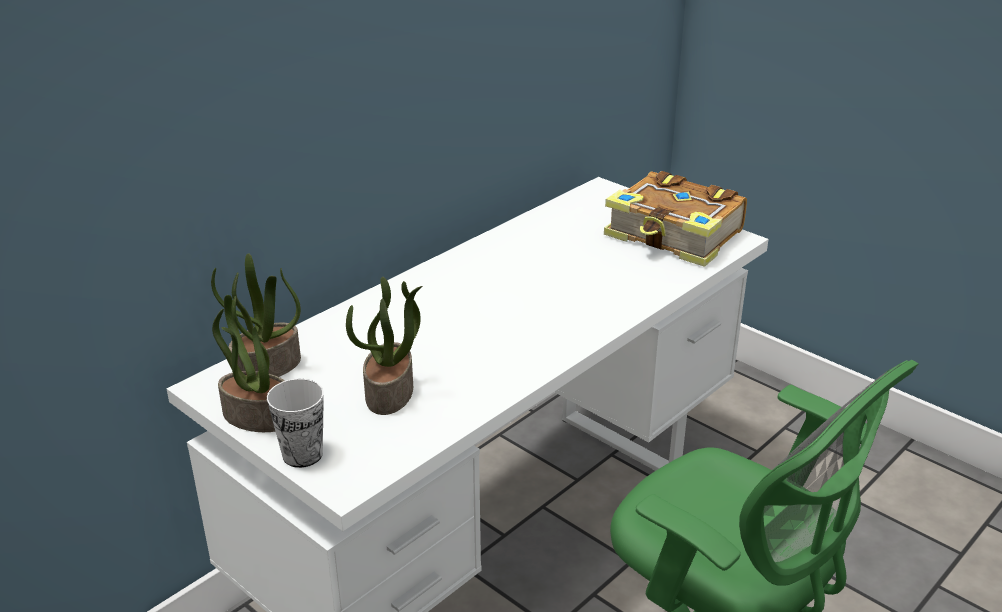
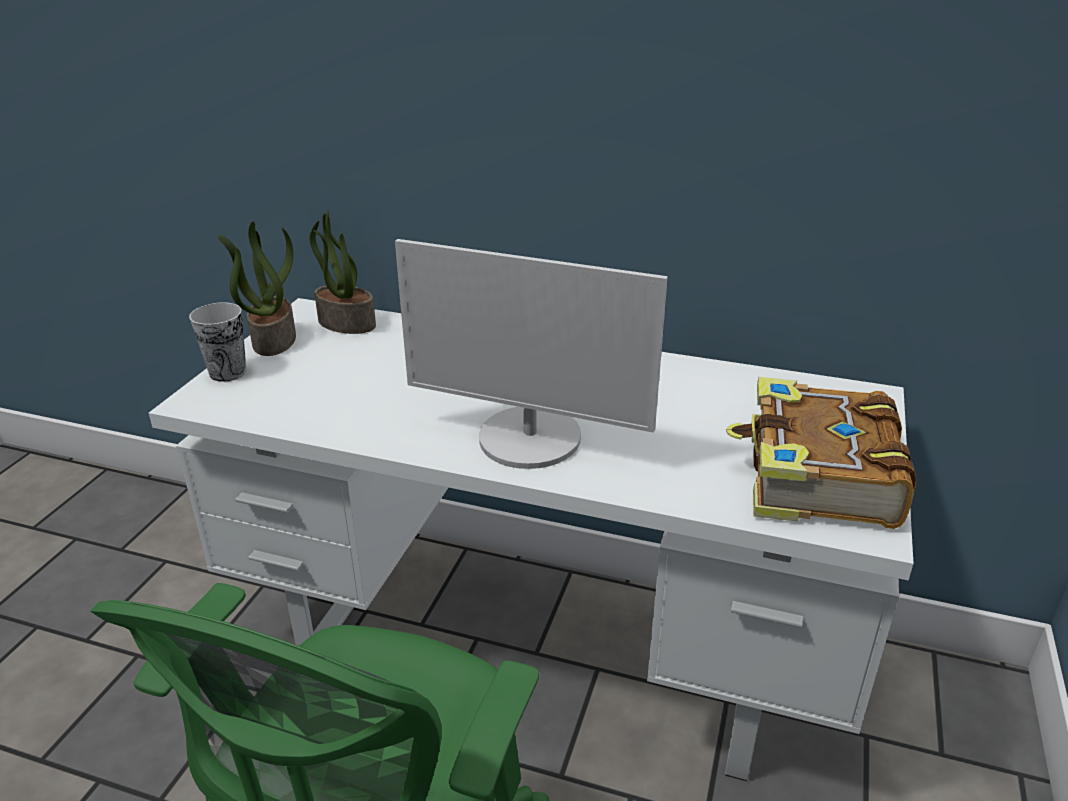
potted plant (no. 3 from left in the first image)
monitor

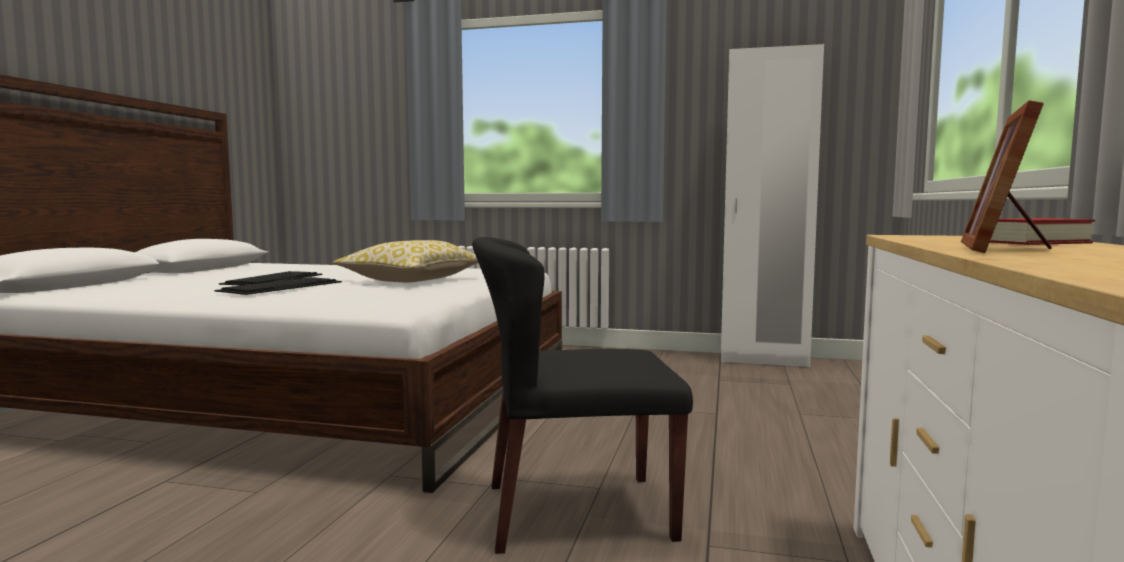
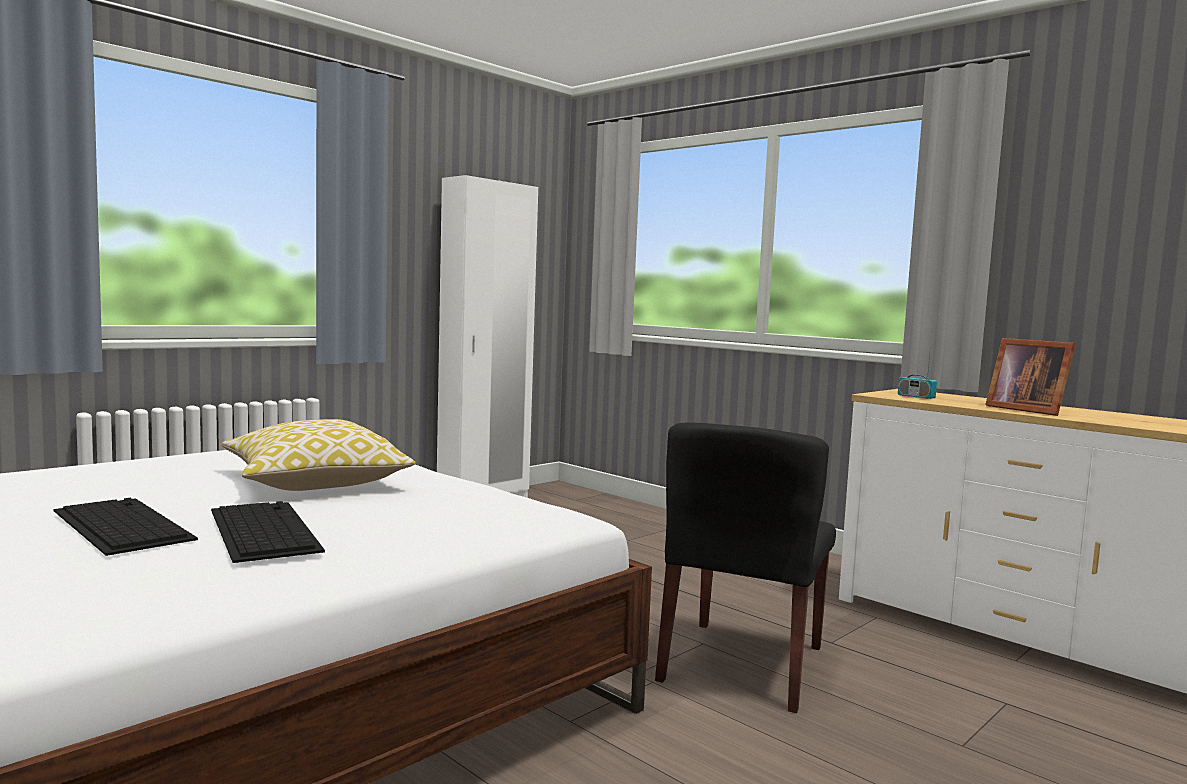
bound book
radio set

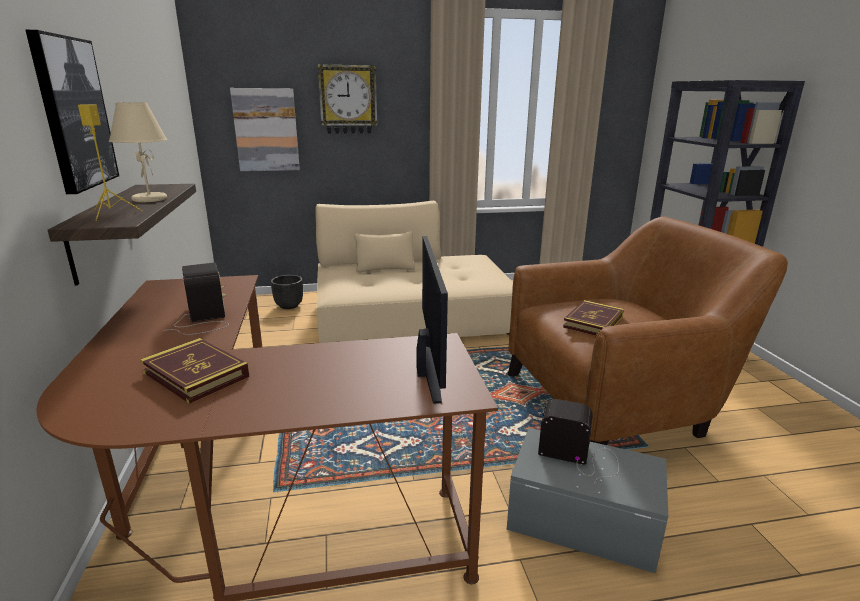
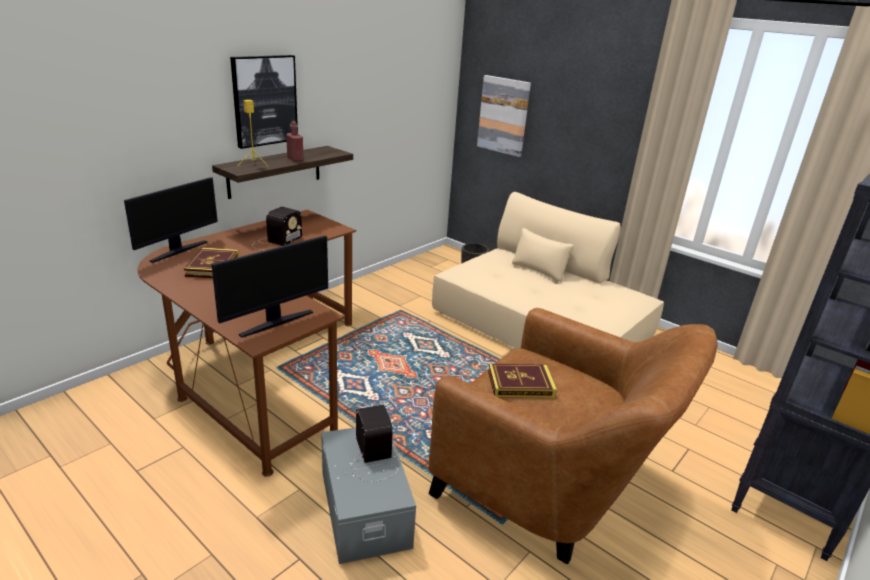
reddish beverage bottle
clock on the wall
monitor (no. 1 from left)

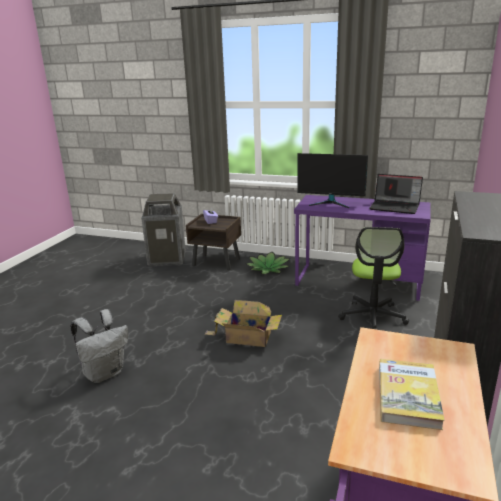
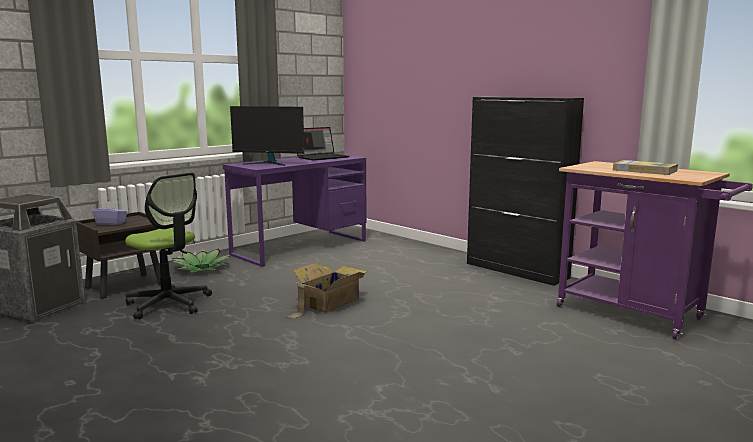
grey rucksack
monitor
desk chair

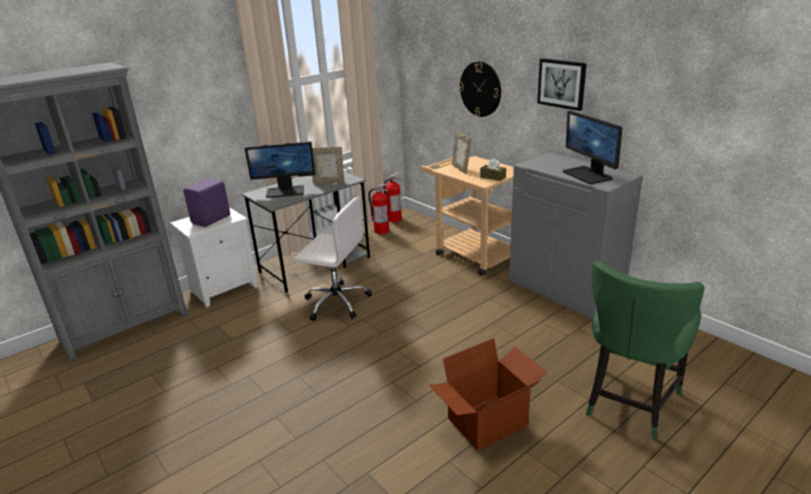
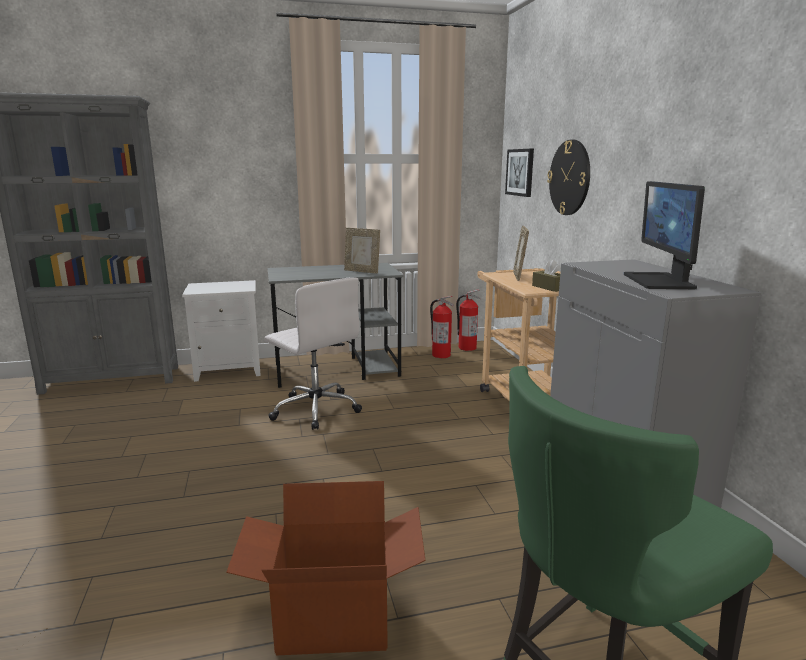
purple loudspeaker
monitor (no. 1 from left in the first image)
wall picture

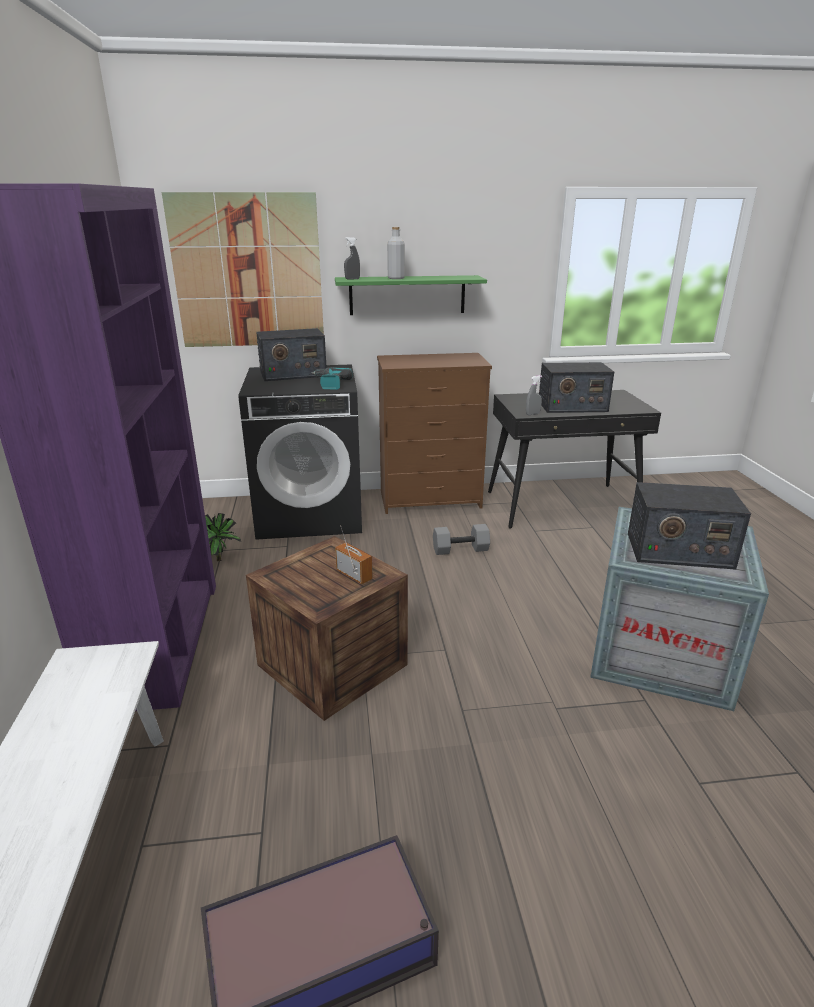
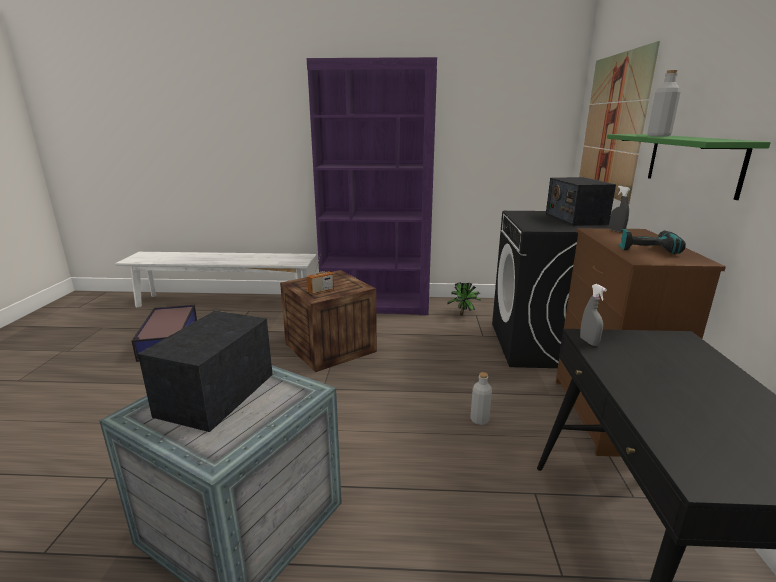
power drill
grey sprayer (no. 2 from left)
grey beverage bottle (no. 1 from left)
radio set (no. 3 from left in the first image)

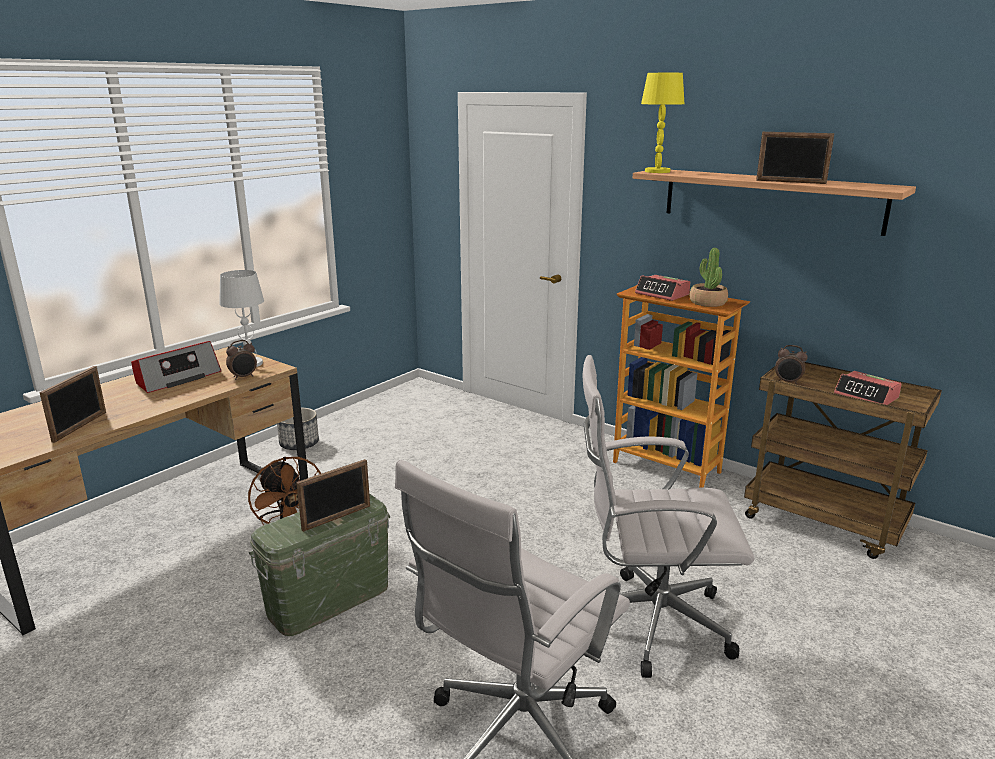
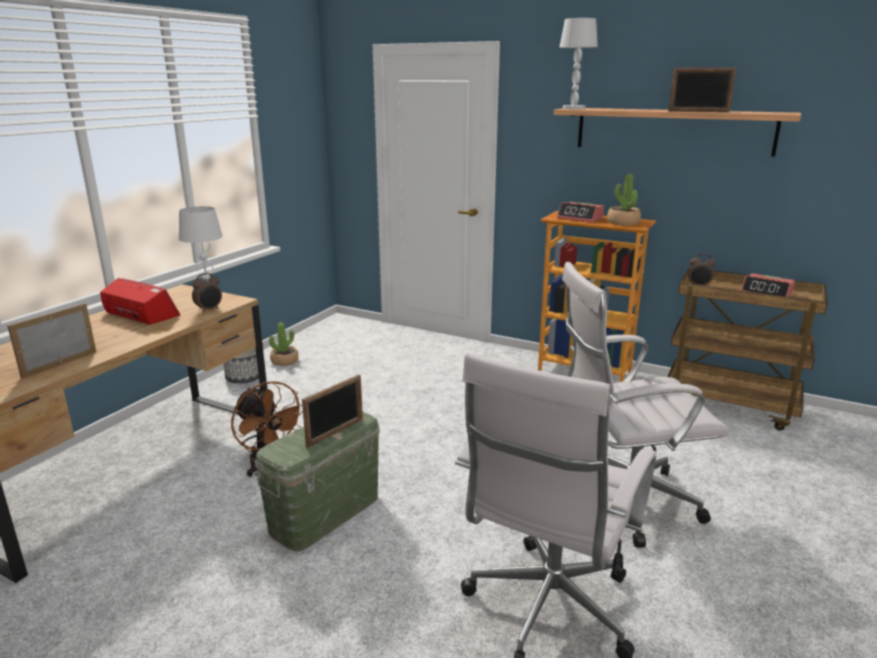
photo frame (no. 1 from left)
radio set
white-coloured tabletop lamp (no. 2 from left)
potted plant (no. 1 from left)

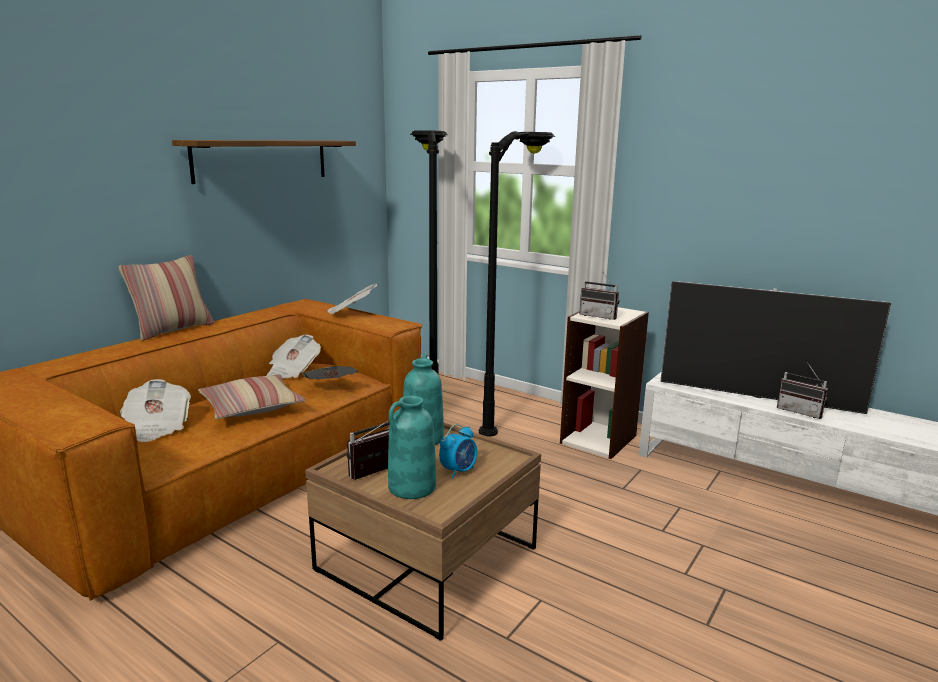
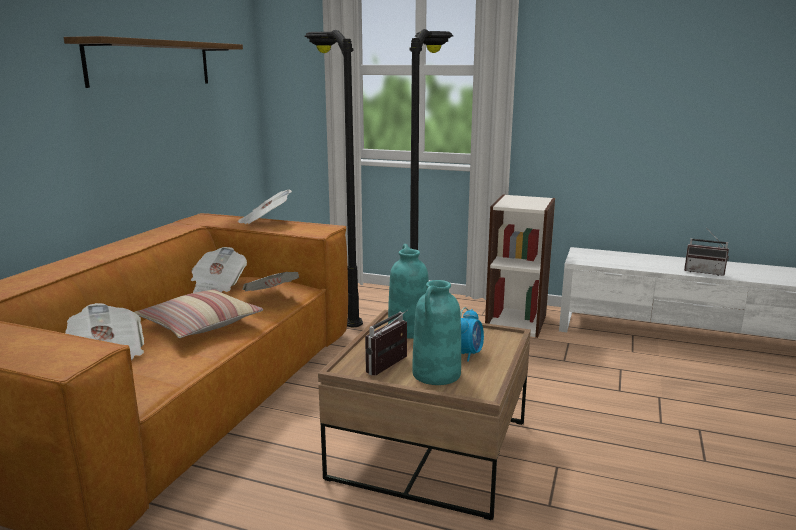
pillow (no. 1 from left in the first image)
radio set (no. 2 from left in the first image)
television

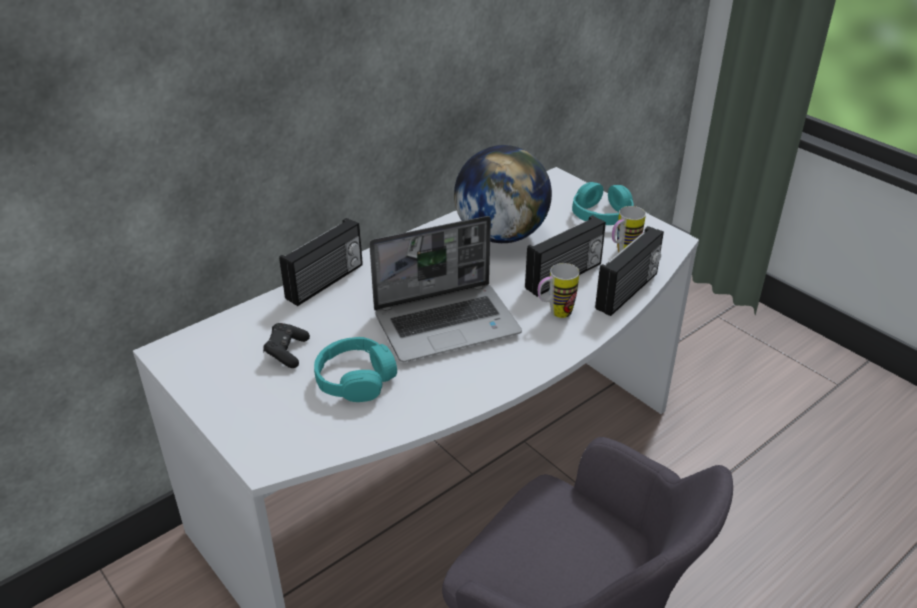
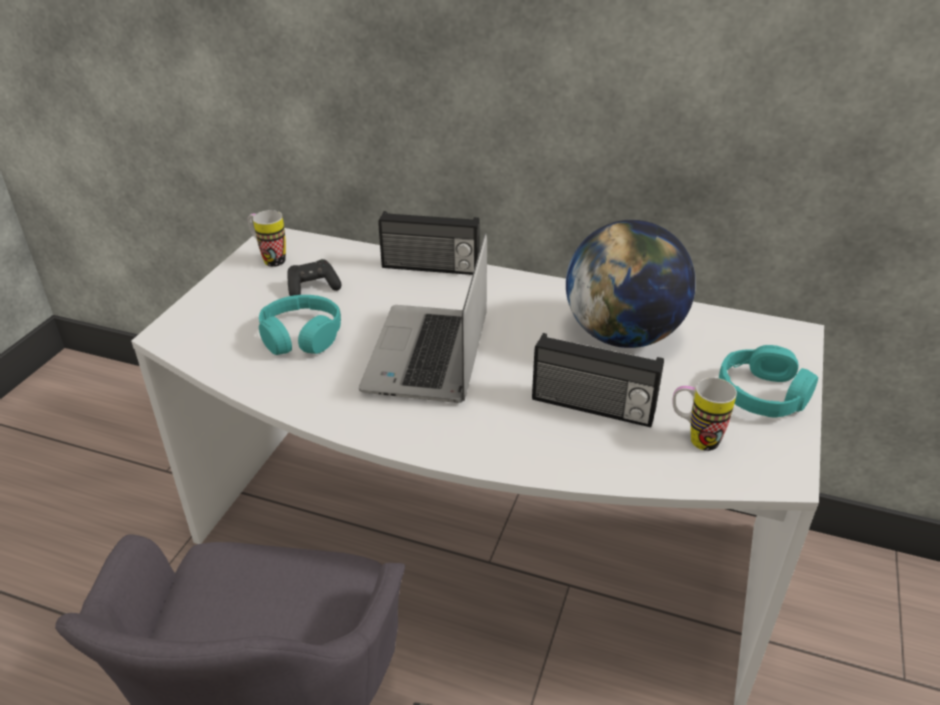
portable computer
mug (no. 1 from left)
radio set (no. 3 from left in the first image)

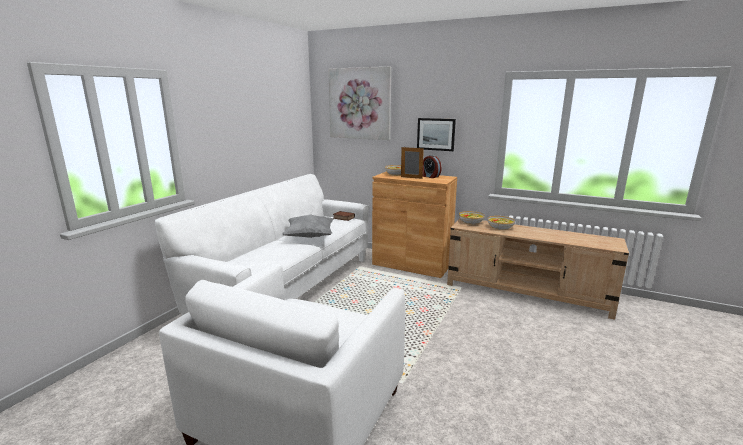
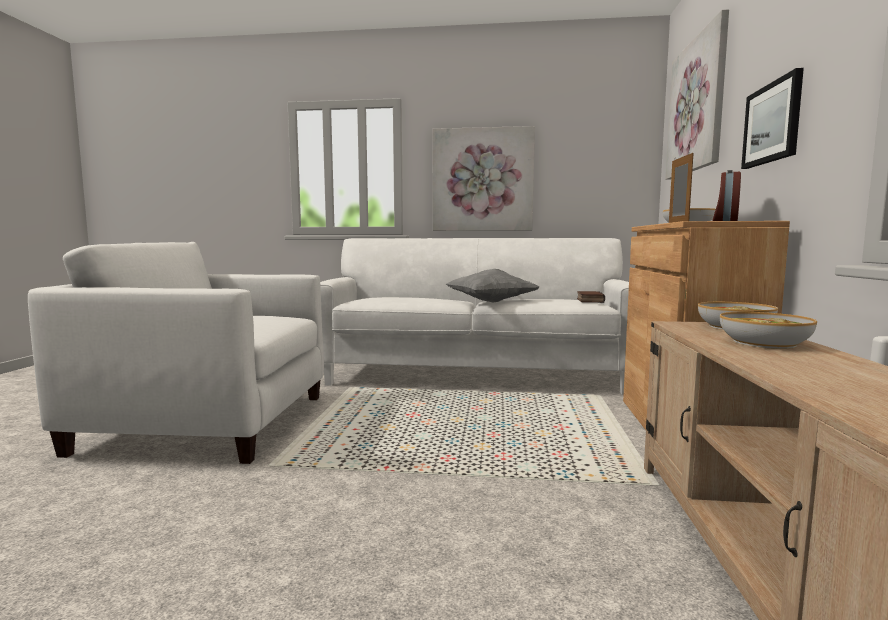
wall picture (no. 1 from left)

